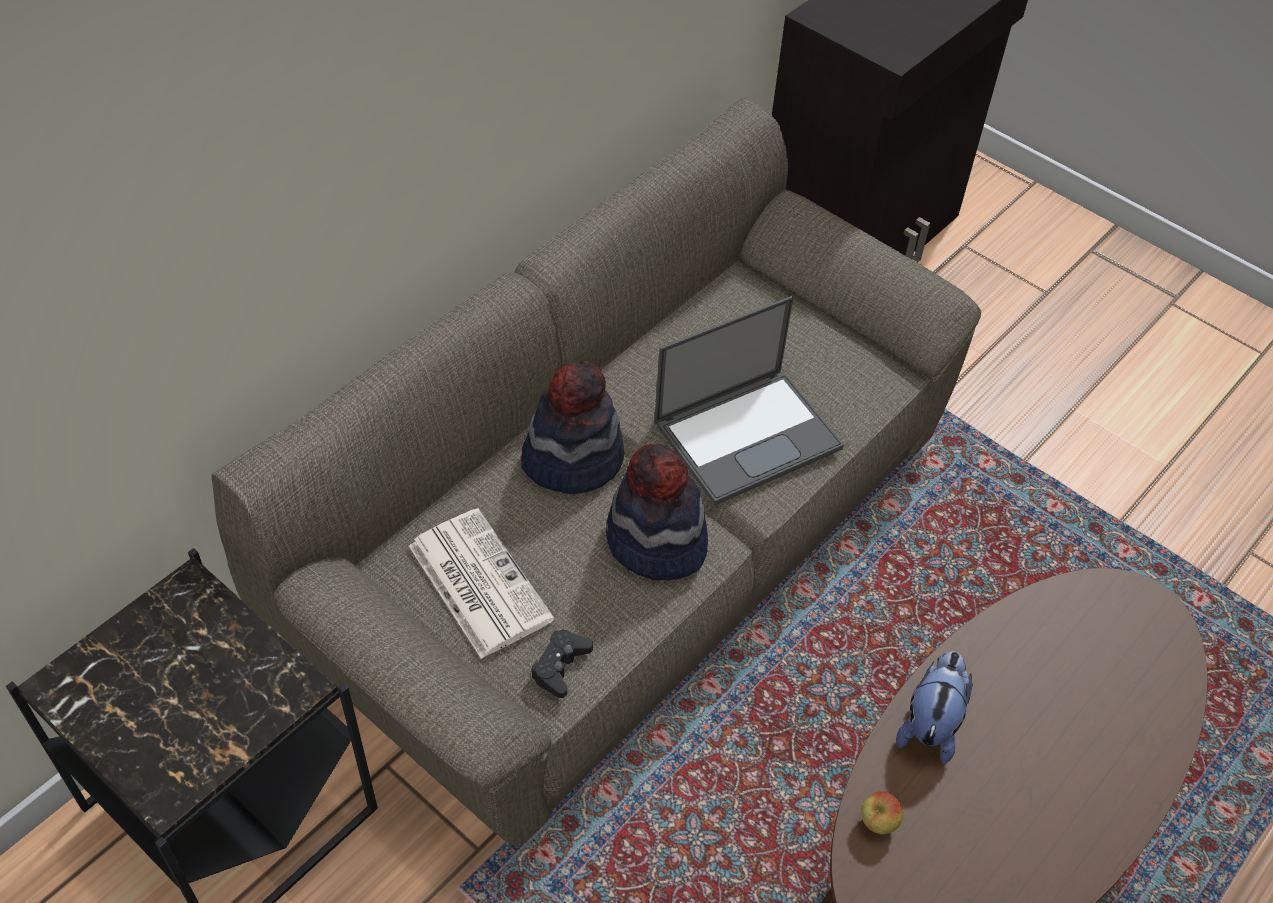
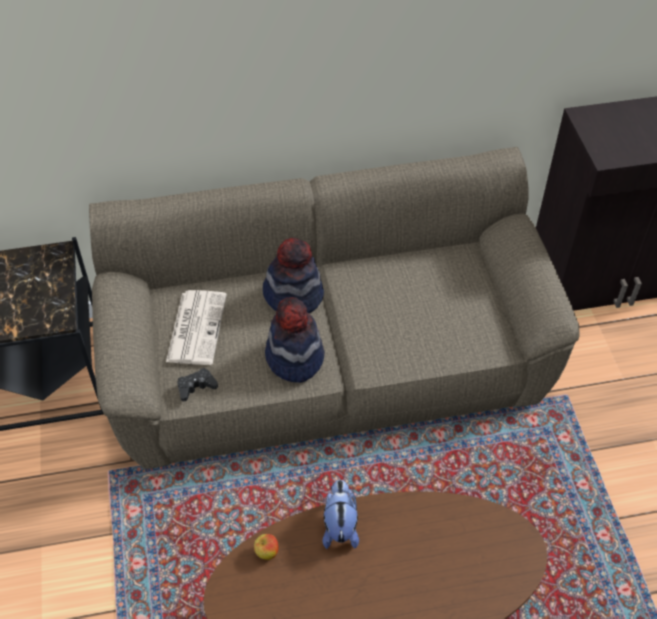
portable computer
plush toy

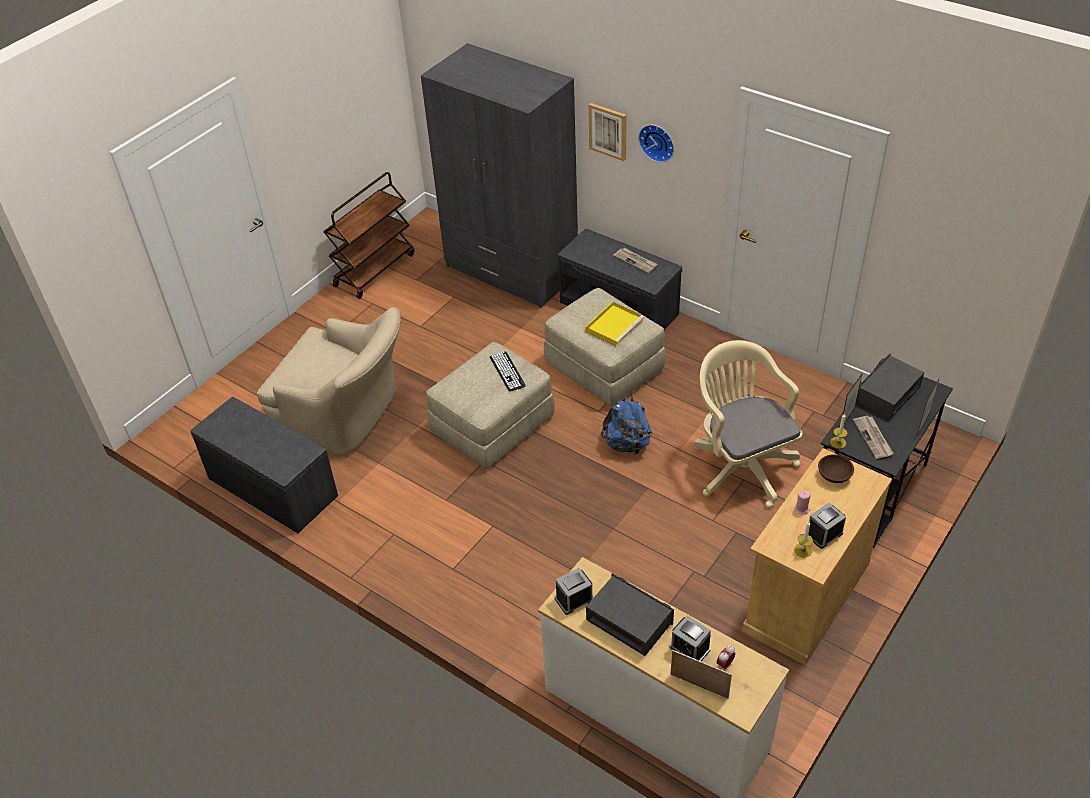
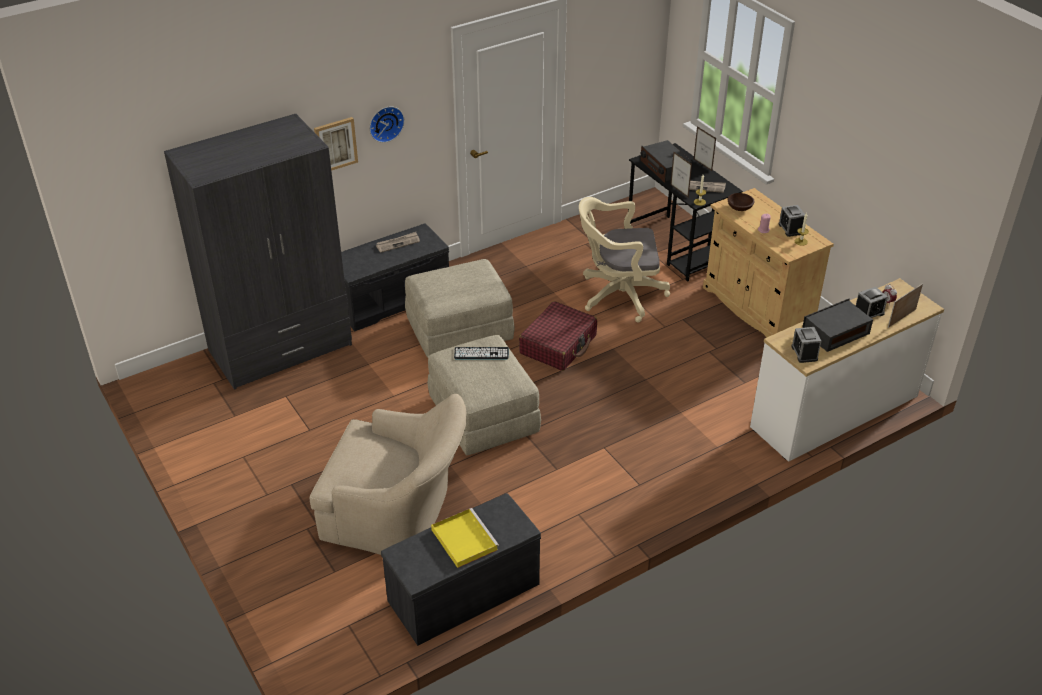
beige easy chair
brownish cart
yellow-coloured serving tray
reddish travel case

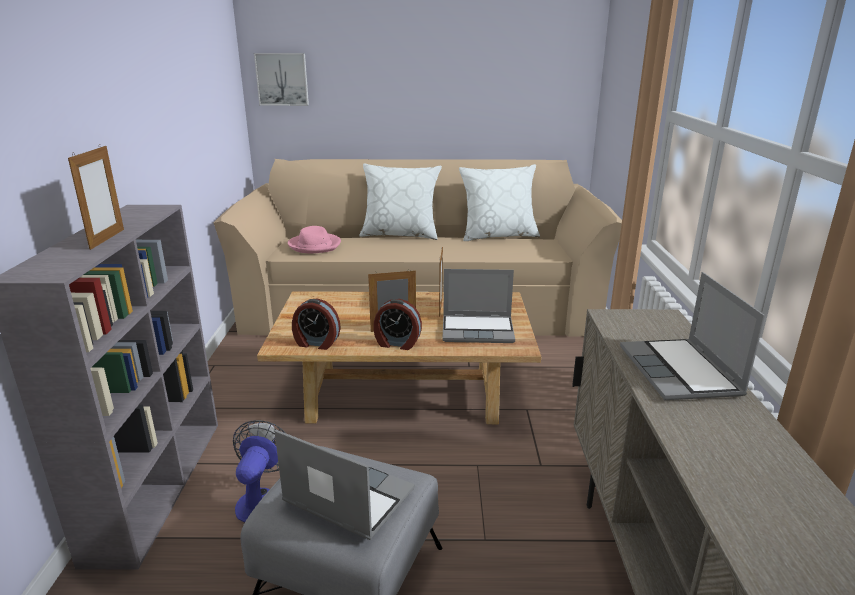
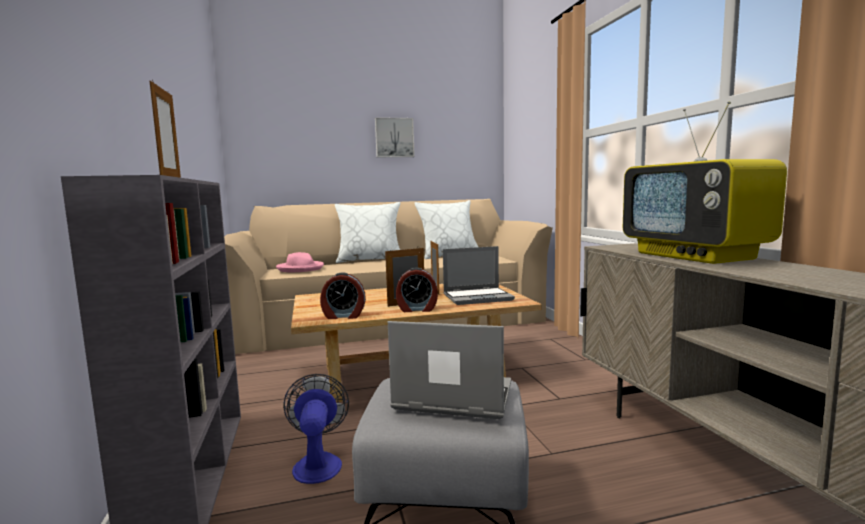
wall picture
television

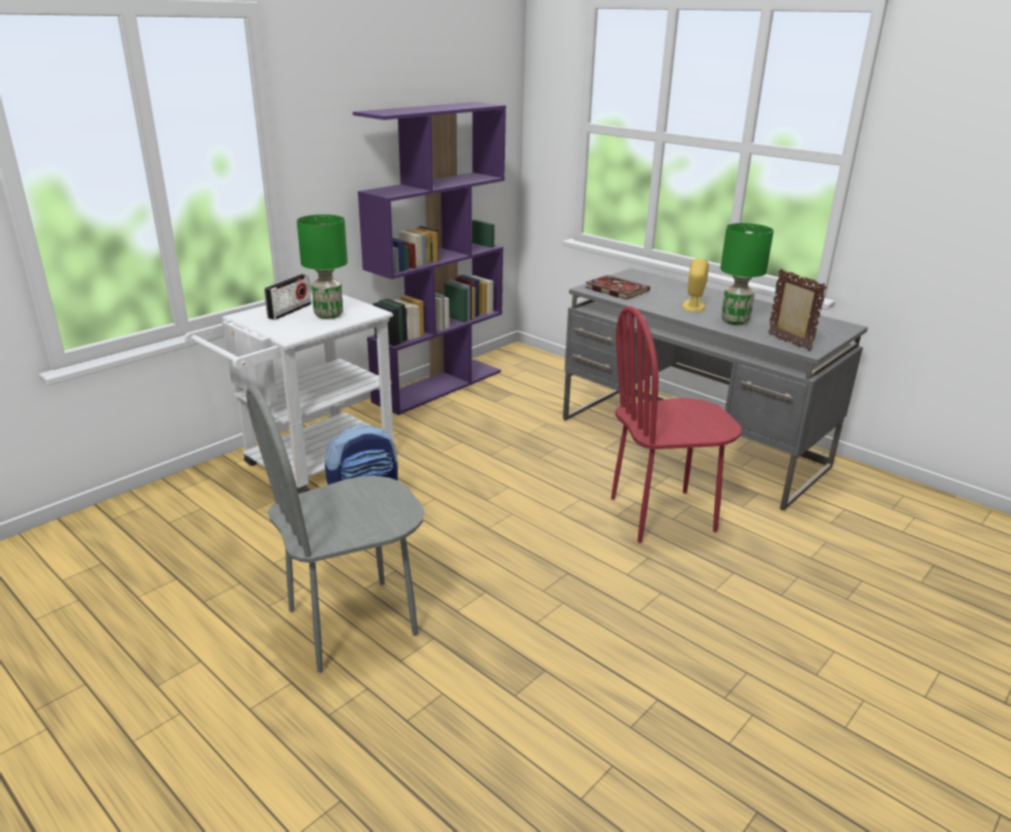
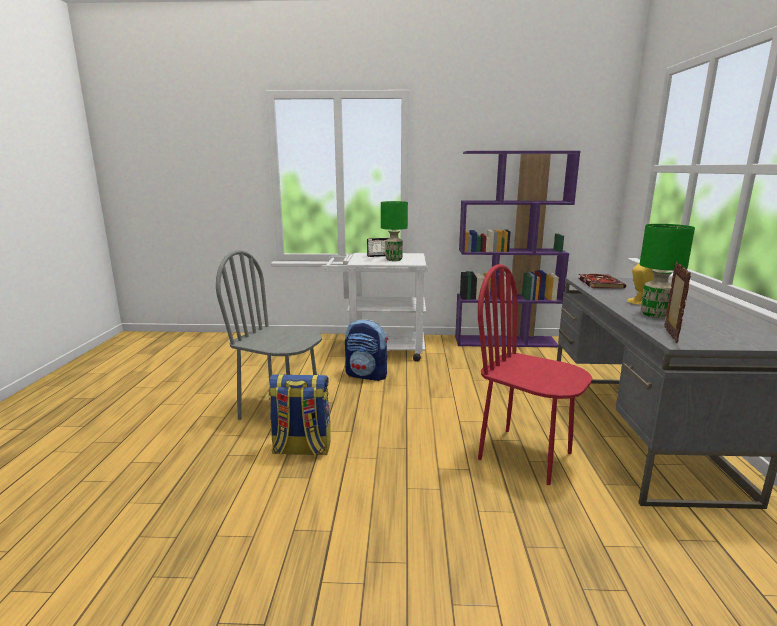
rucksack (no. 1 from left)

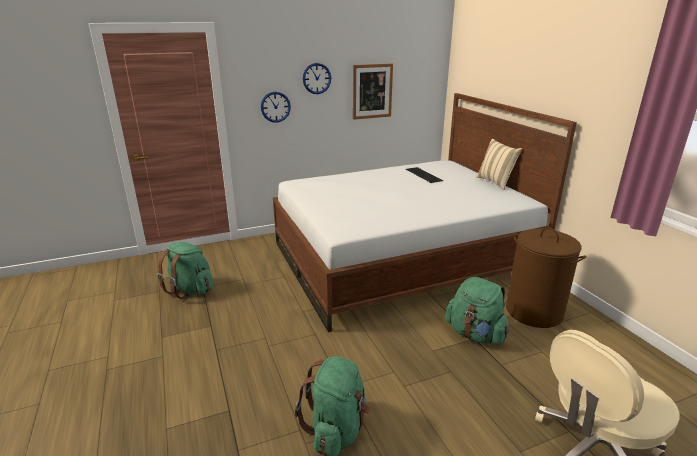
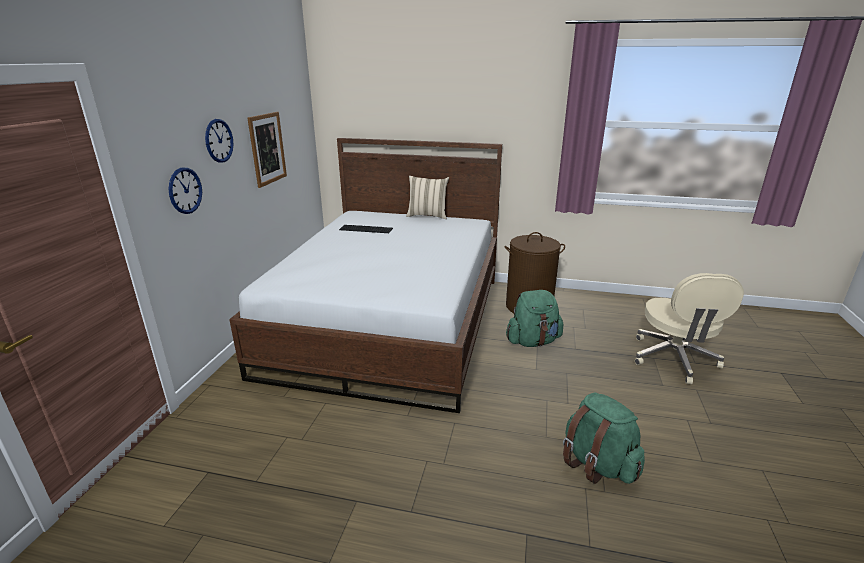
green-coloured rucksack (no. 1 from left in the first image)

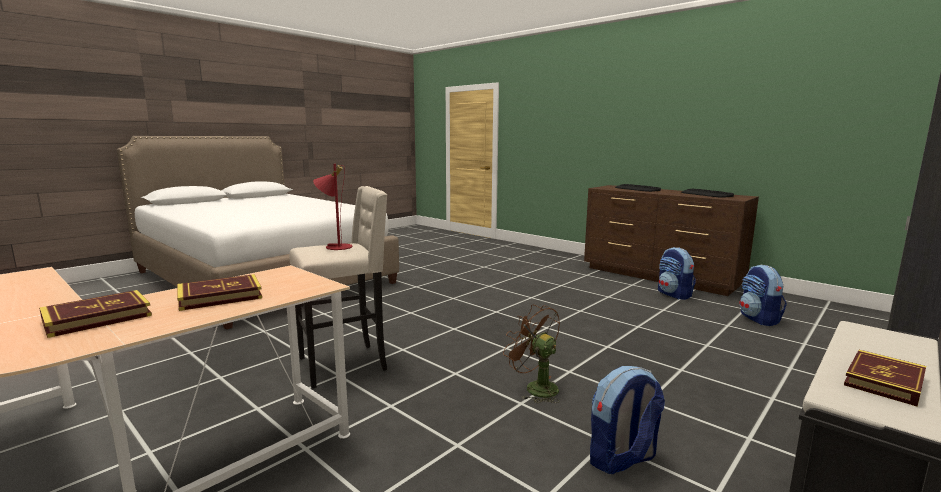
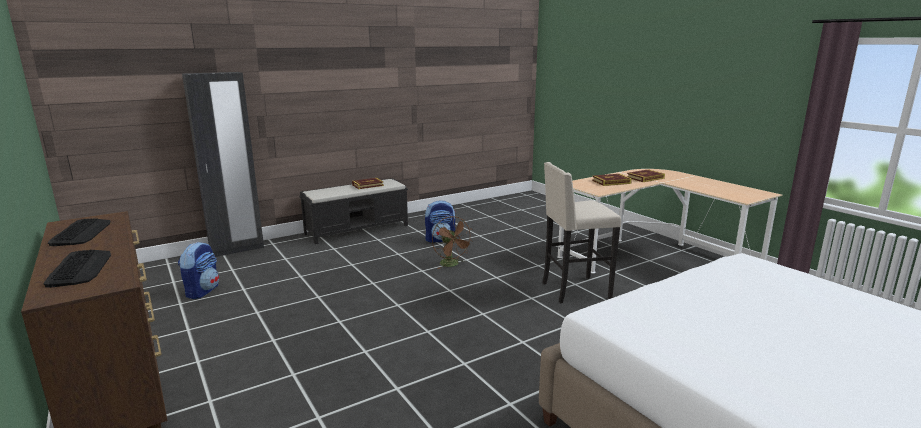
reddish tabletop lamp
rucksack (no. 2 from left in the first image)

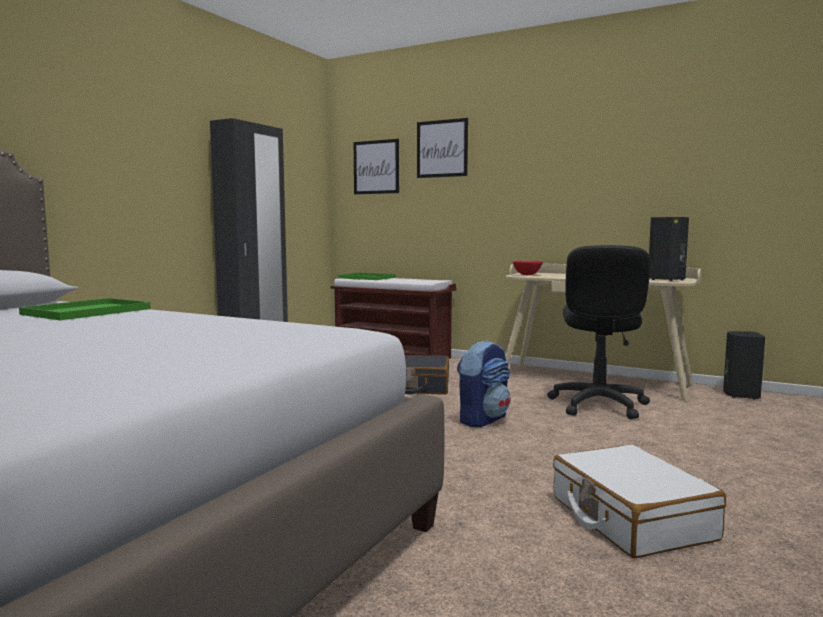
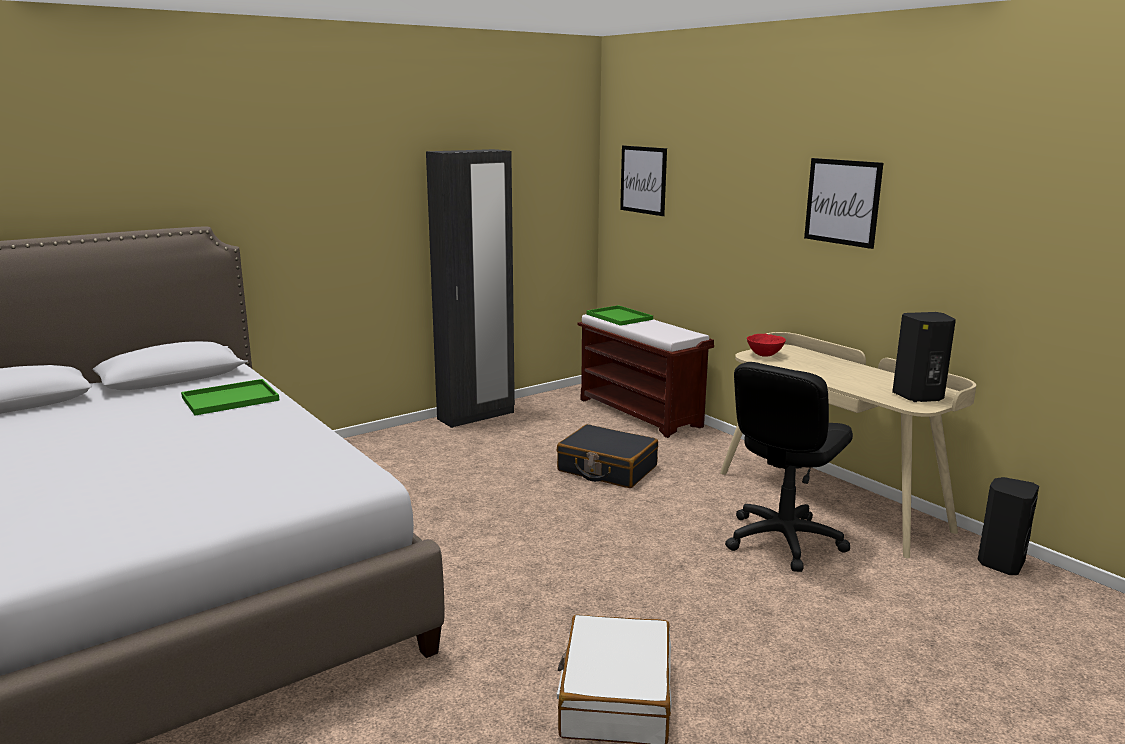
wall picture (no. 2 from left)
rucksack

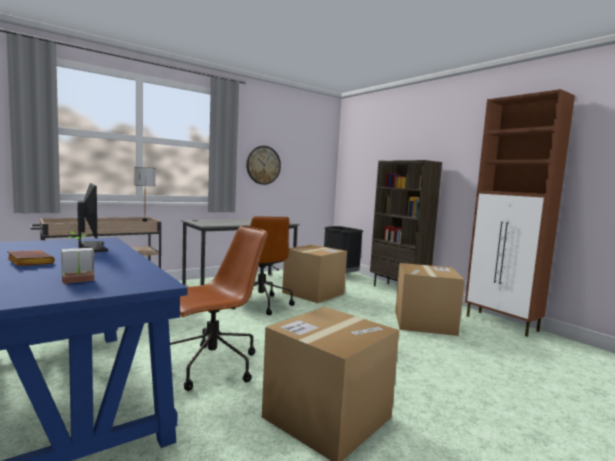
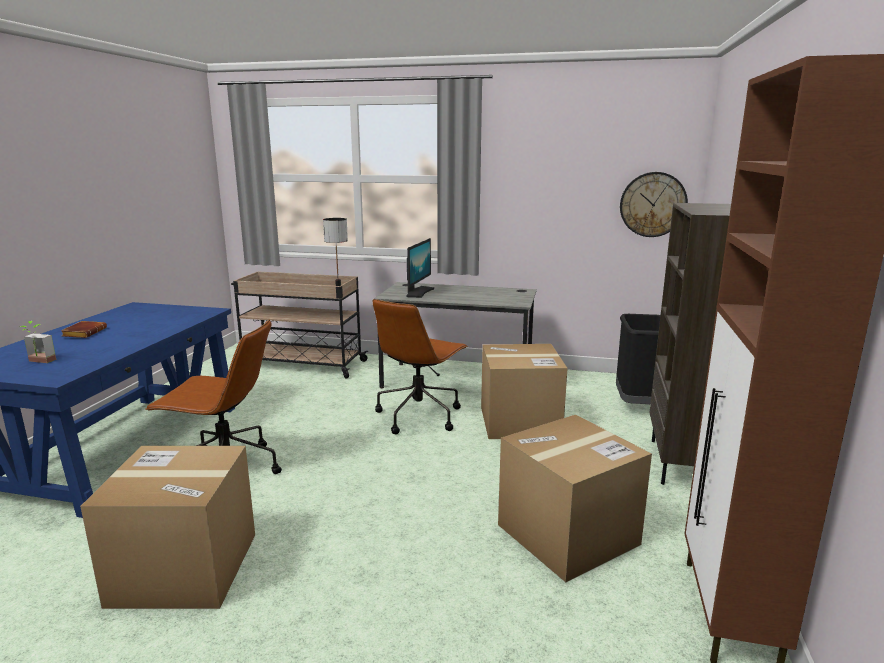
monitor
clock on the wall

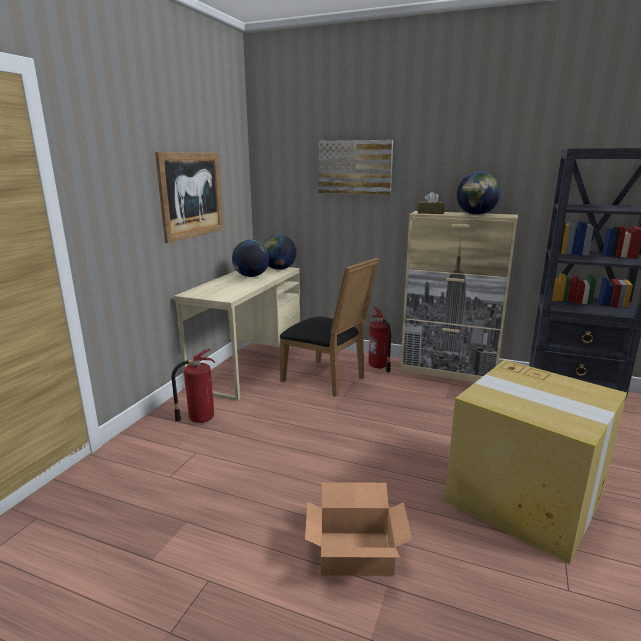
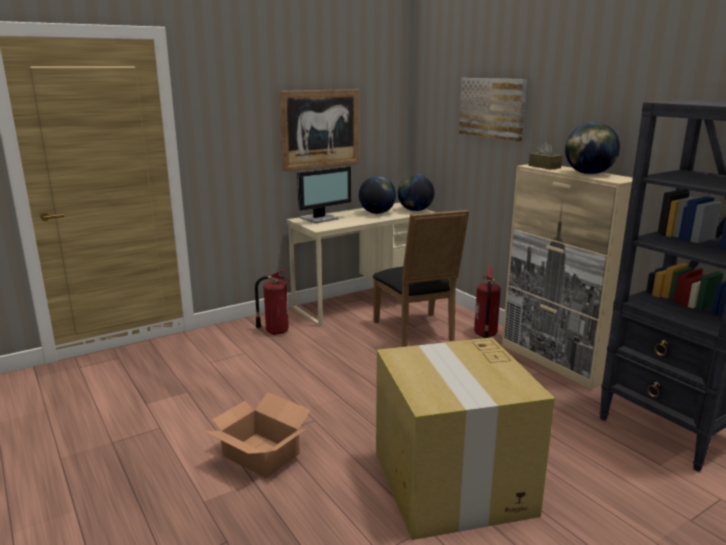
monitor

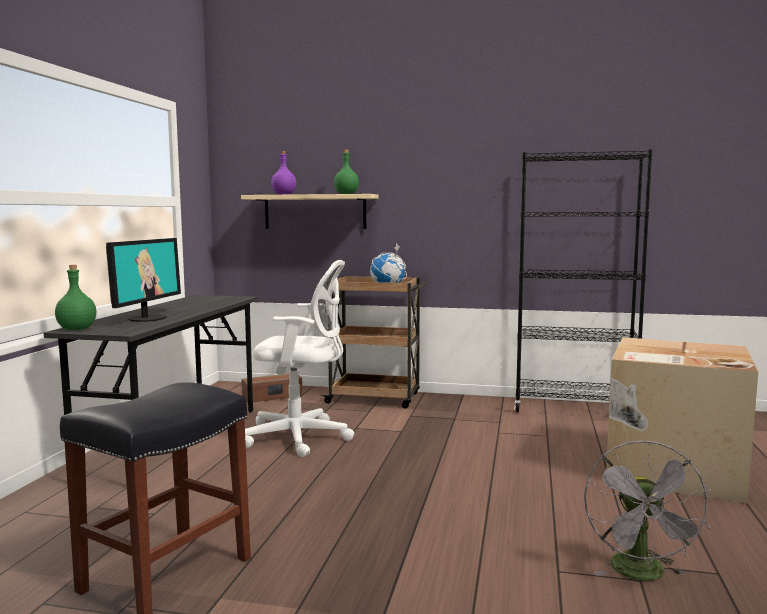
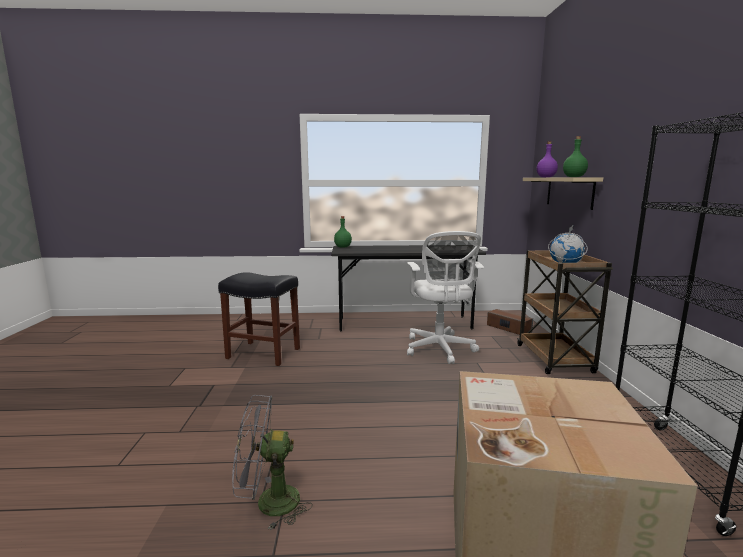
monitor

